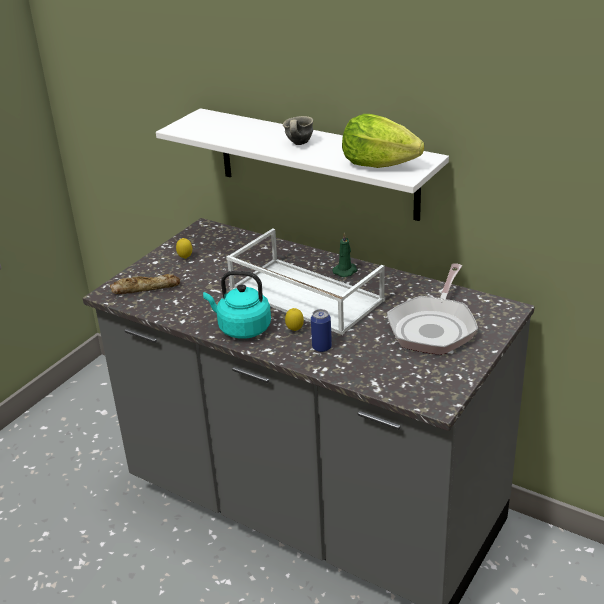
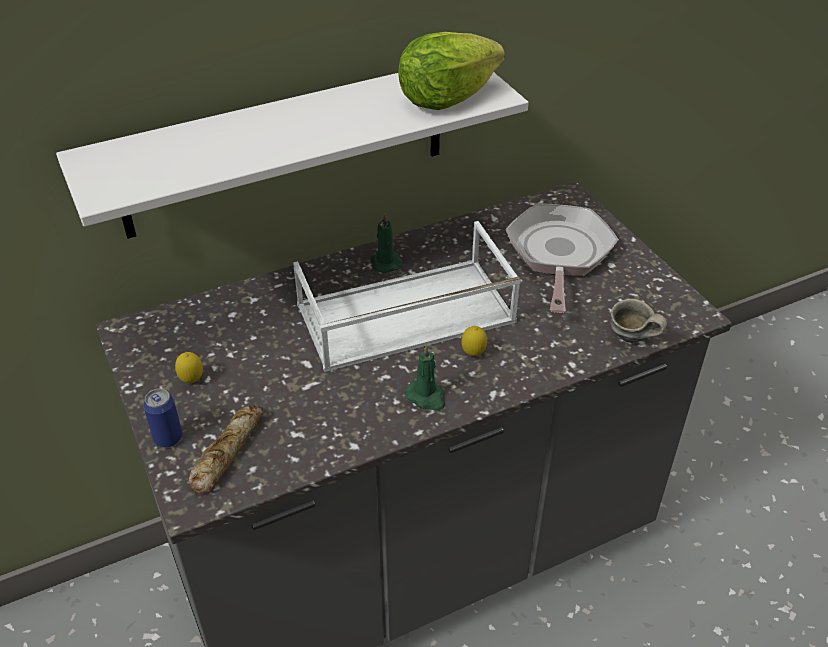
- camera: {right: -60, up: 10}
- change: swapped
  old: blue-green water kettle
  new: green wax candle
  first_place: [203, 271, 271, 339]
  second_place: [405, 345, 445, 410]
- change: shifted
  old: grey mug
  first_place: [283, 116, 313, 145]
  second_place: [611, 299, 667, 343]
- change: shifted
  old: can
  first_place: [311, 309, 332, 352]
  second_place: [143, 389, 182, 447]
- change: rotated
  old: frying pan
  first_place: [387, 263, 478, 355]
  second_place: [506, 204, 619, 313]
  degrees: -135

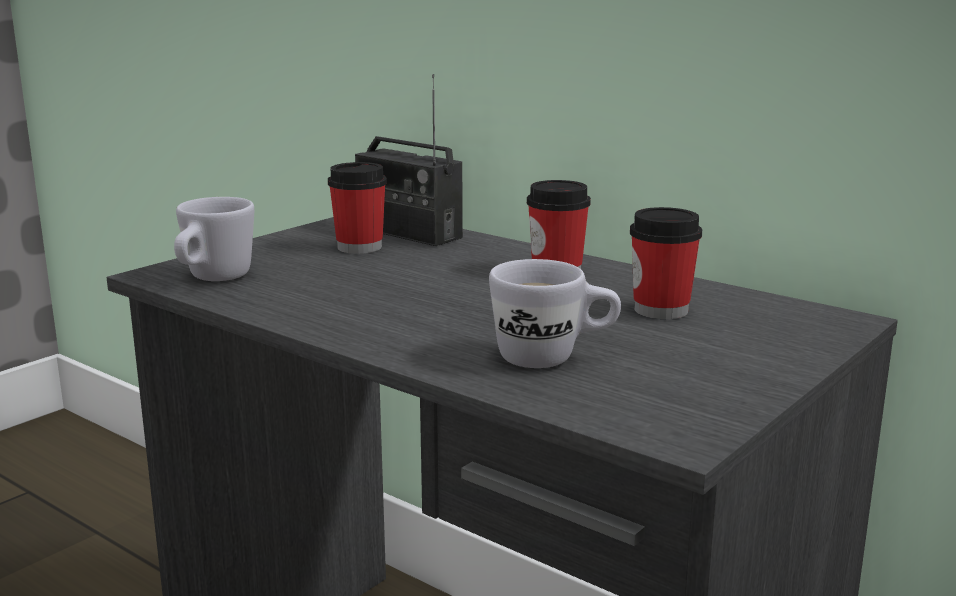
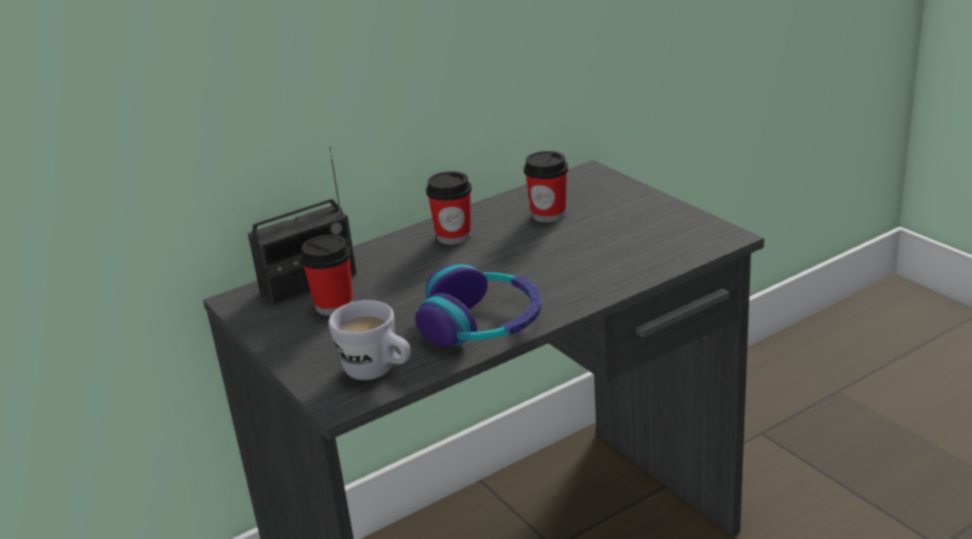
- camera: {right: -70, up: 10}
- change: gone
  old: whitish mug
  first_place: [489, 259, 621, 368]
- change: new
  new: headset
  second_place: [415, 264, 542, 347]

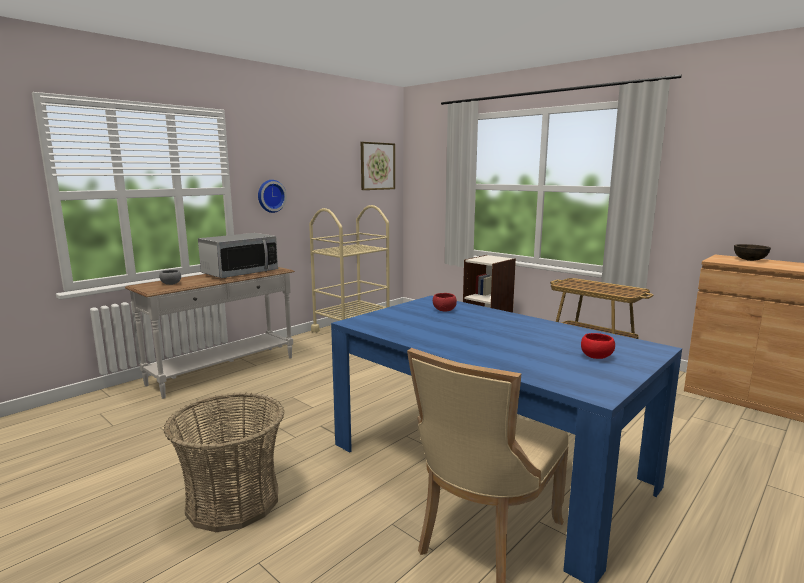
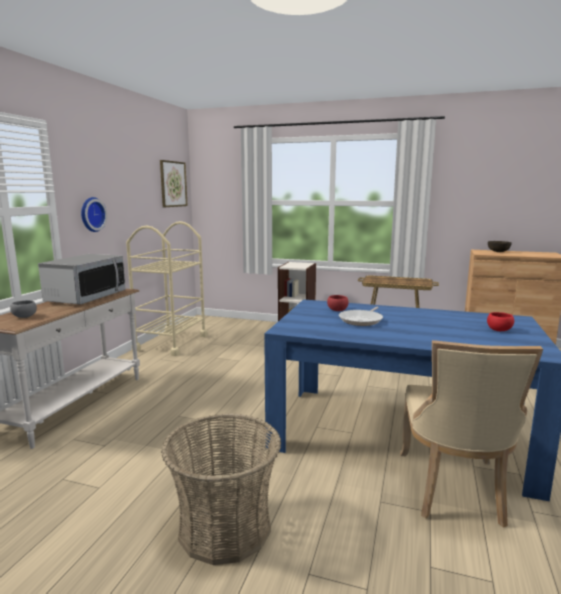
- camera: {right: -25, up: 0}
- change: new
  new: frying pan
  second_place: [339, 307, 383, 326]

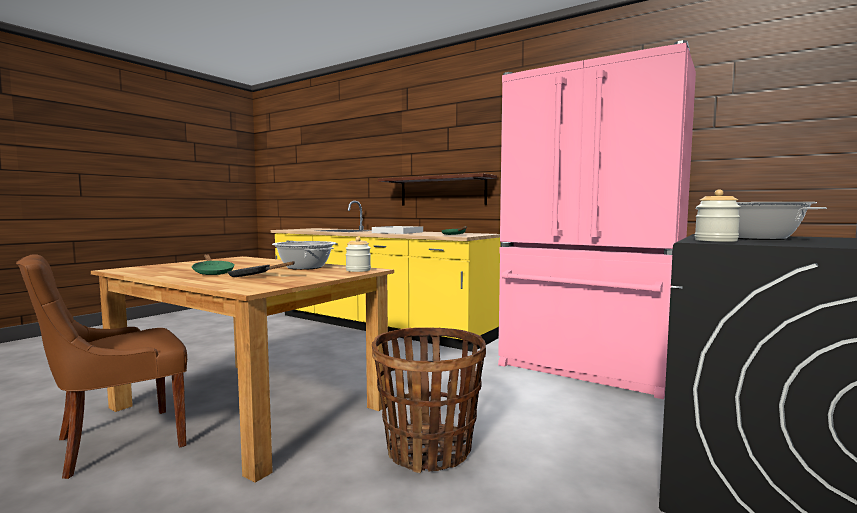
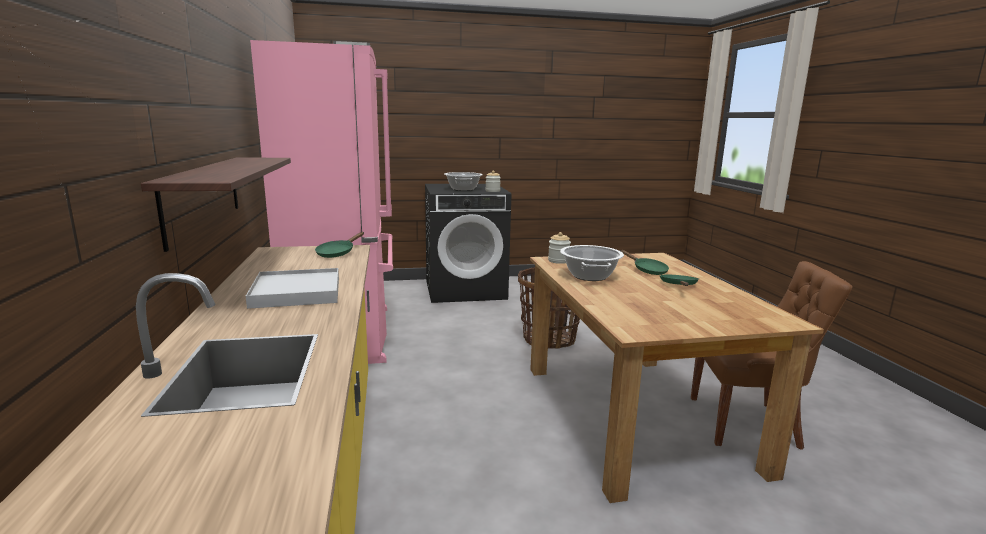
- camera: {right: -135, up: 10}
- change: repainted
  old: black-coloured frying pan
  new: green frying pan
  first_place: [228, 261, 295, 277]
  second_place: [621, 250, 669, 275]

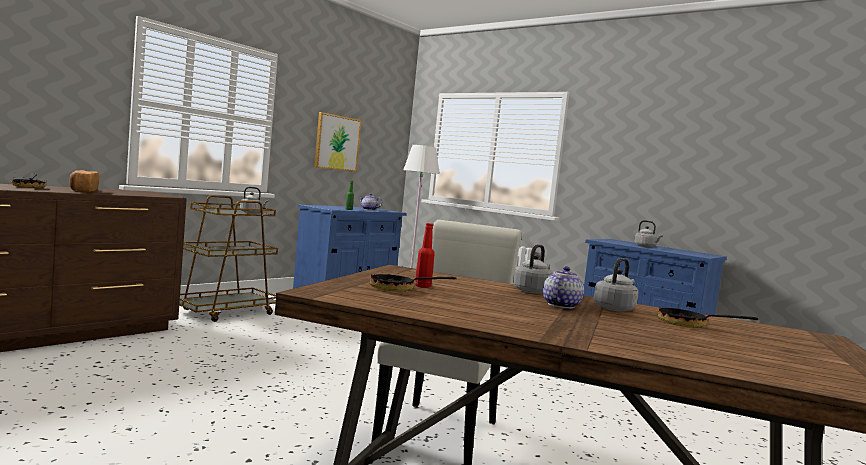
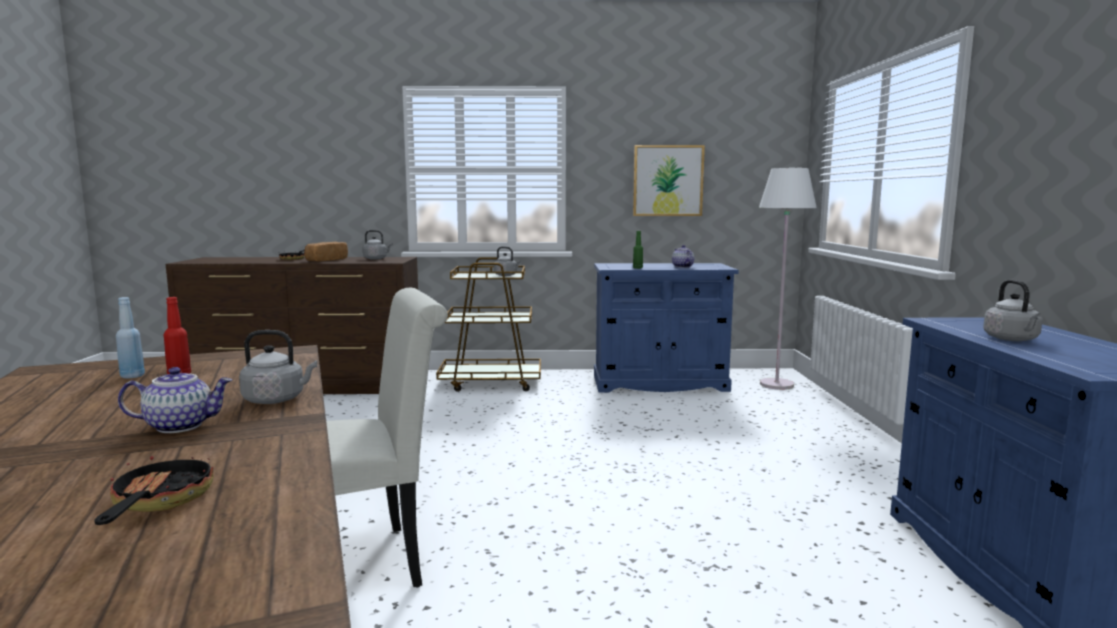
- camera: {right: 50, up: 5}
- change: swapped
  old: frying pan
  new: bluish beverage bottle
  first_place: [370, 267, 457, 292]
  second_place: [116, 297, 145, 379]
- change: shifted
  old: grey water kettle
  first_place: [594, 258, 639, 312]
  second_place: [363, 230, 392, 260]

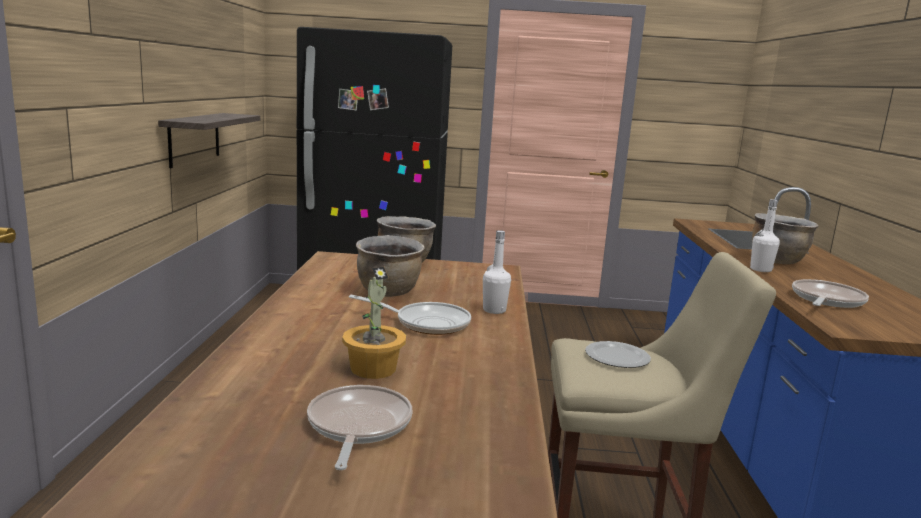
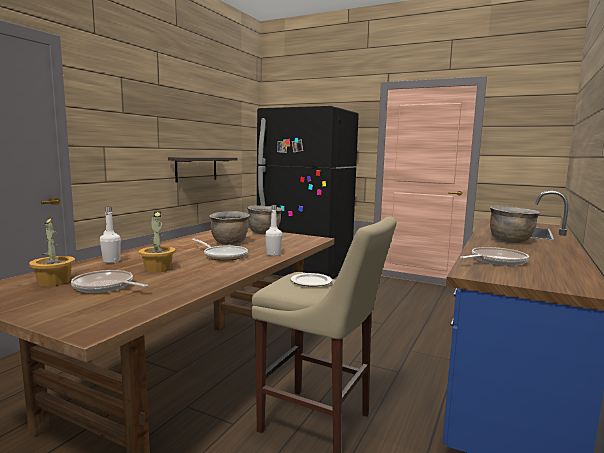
- camera: {right: 25, up: -5}
- change: rotated
  old: frying pan
  first_place: [307, 385, 412, 470]
  second_place: [71, 270, 148, 293]
  degrees: -90
- change: shifted
  old: whitish beverage bottle
  first_place: [750, 199, 780, 272]
  second_place: [100, 207, 121, 263]
- change: new
  new: plant in a pot
  second_place: [29, 217, 75, 286]

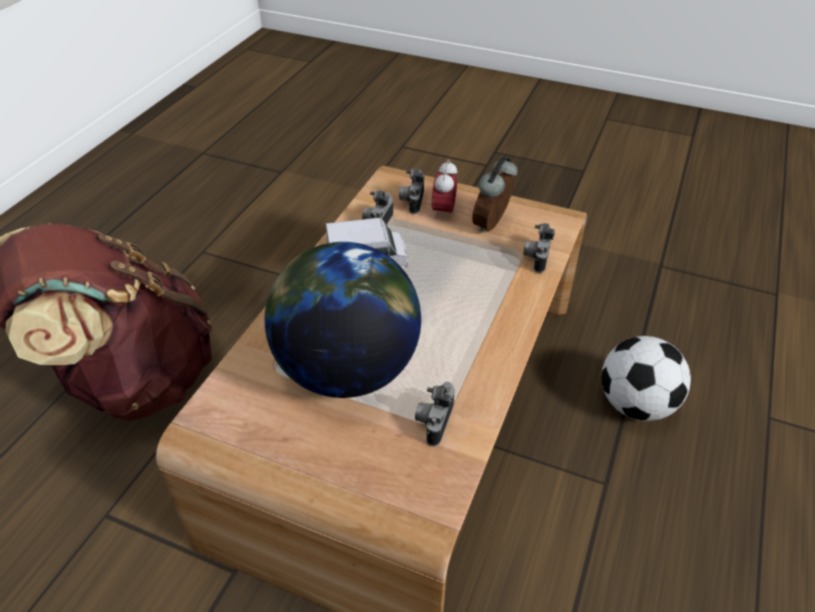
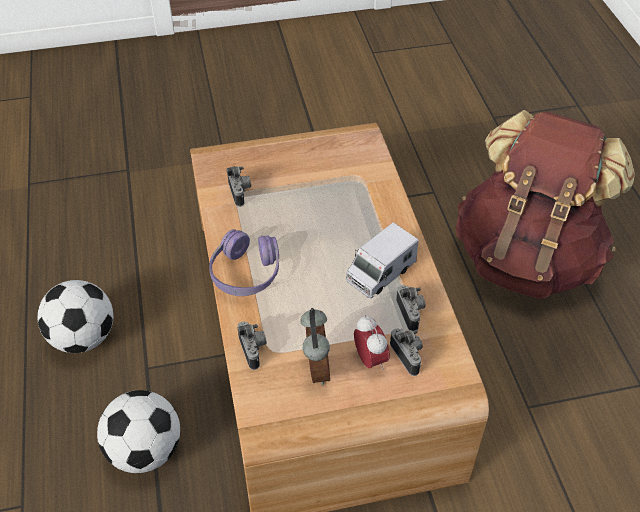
- camera: {right: 145, up: 5}
- change: gone
  old: globe
  first_place: [265, 242, 421, 398]
- change: new
  new: ball for football
  second_place: [37, 280, 113, 353]
- change: new
  new: purple headset
  second_place: [209, 229, 279, 296]

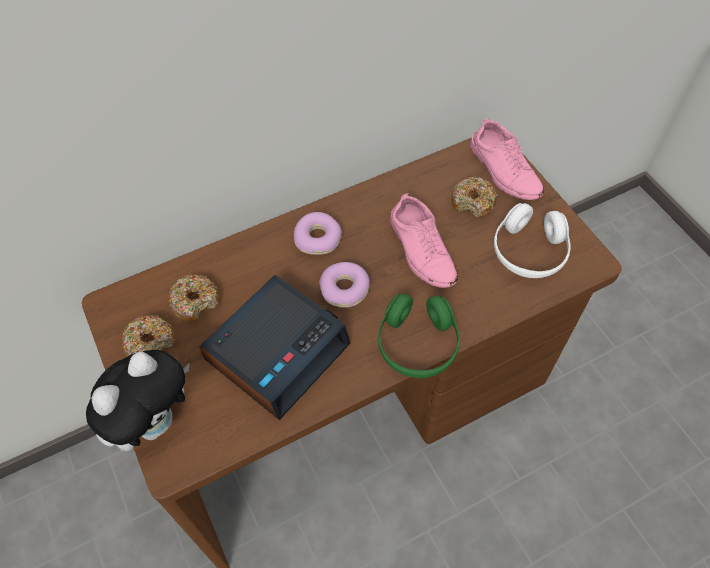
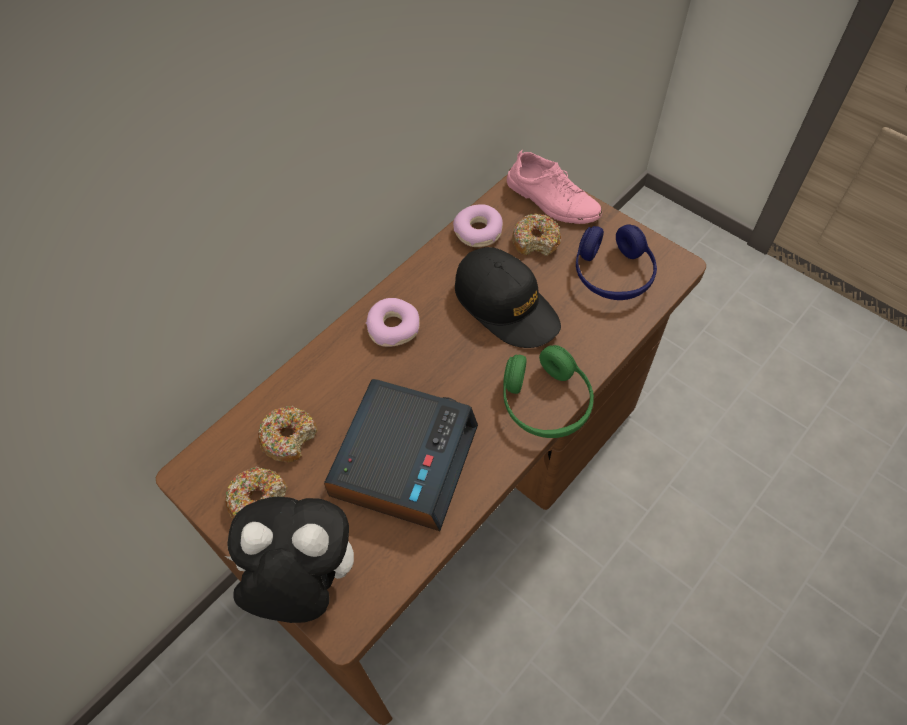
- camera: {right: -20, up: 0}
- change: rotated
  old: soft toy
  first_place: [86, 350, 189, 451]
  second_place: [224, 497, 354, 623]
  degrees: -105
- change: shifted
  old: donut
  first_place: [319, 262, 370, 308]
  second_place: [453, 204, 503, 247]
- change: swapped
  old: pink shoe
  new: black-coloured peaked cap
  first_place: [390, 193, 458, 288]
  second_place: [455, 247, 561, 348]
- change: repainted
  old: whitish headset
  new: bluish headset
  first_place: [494, 203, 571, 278]
  second_place: [576, 224, 657, 300]

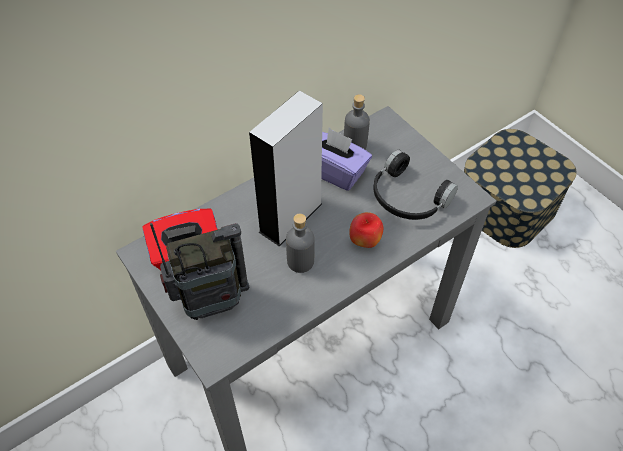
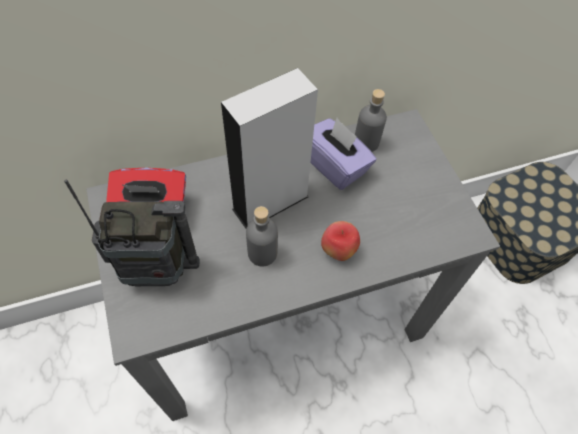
- camera: {right: 15, up: 5}
- change: gone
  old: black-coloured headset
  first_place: [373, 150, 458, 220]

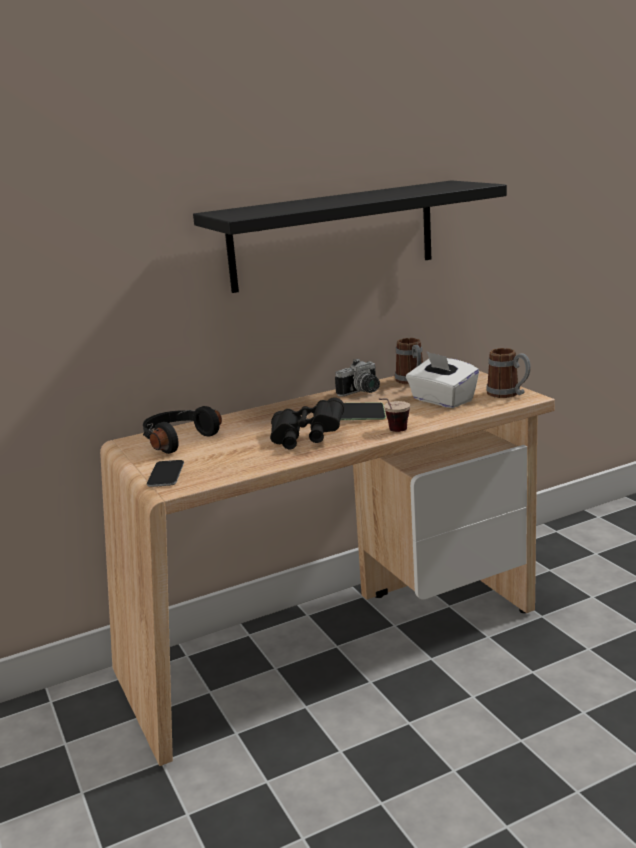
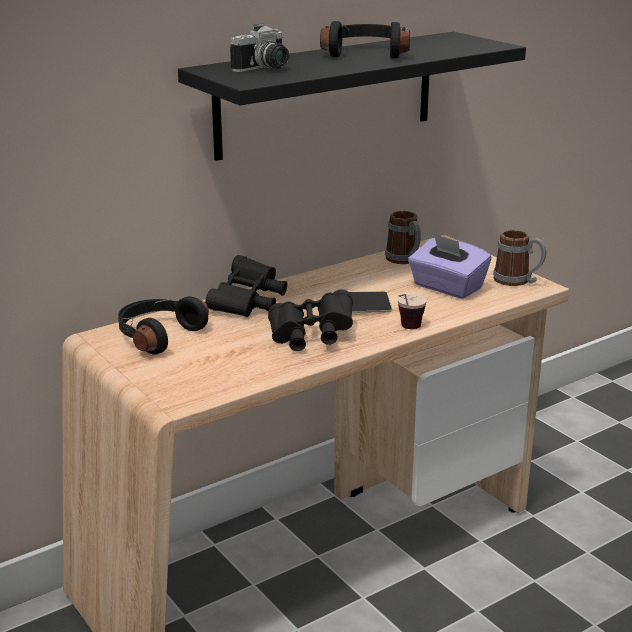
- camera: {right: -10, up: 5}
- change: gone
  old: phone
  first_place: [147, 460, 184, 487]
- change: shifted
  old: still camera
  first_place: [335, 359, 380, 396]
  second_place: [230, 23, 289, 72]
- change: repainted
  old: whitish box of tissues
  new: purple box of tissues
  first_place: [406, 351, 479, 408]
  second_place: [408, 234, 492, 299]
- change: new
  new: black-coloured pair of binoculars
  second_place: [205, 255, 287, 317]
- change: new
  new: black-coloured headset
  second_place: [320, 21, 410, 59]

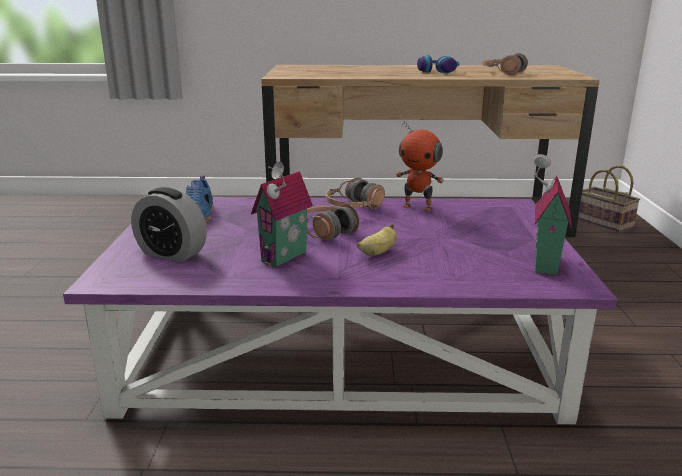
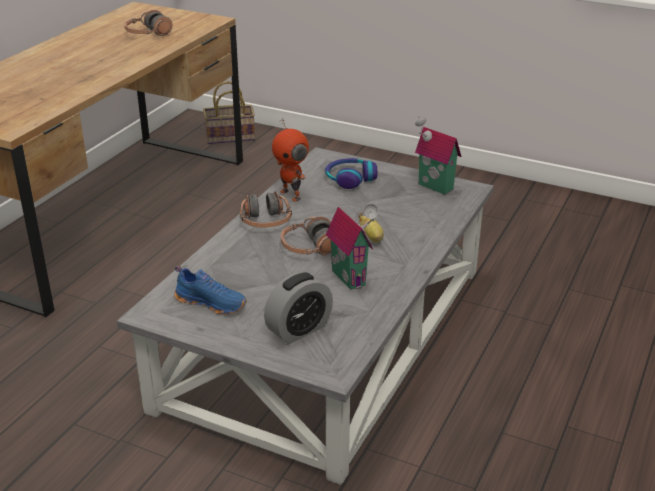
- camera: {right: -65, up: 10}
- change: repainted
  old: purple coffee table
  new: grey coffee table
  first_place: [63, 197, 617, 424]
  second_place: [117, 147, 494, 485]
- change: rotated
  old: robot figure
  first_place: [396, 121, 444, 211]
  second_place: [272, 119, 309, 202]
  degrees: 90
- change: shifted
  old: headset
  first_place: [417, 55, 460, 73]
  second_place: [325, 158, 378, 189]

